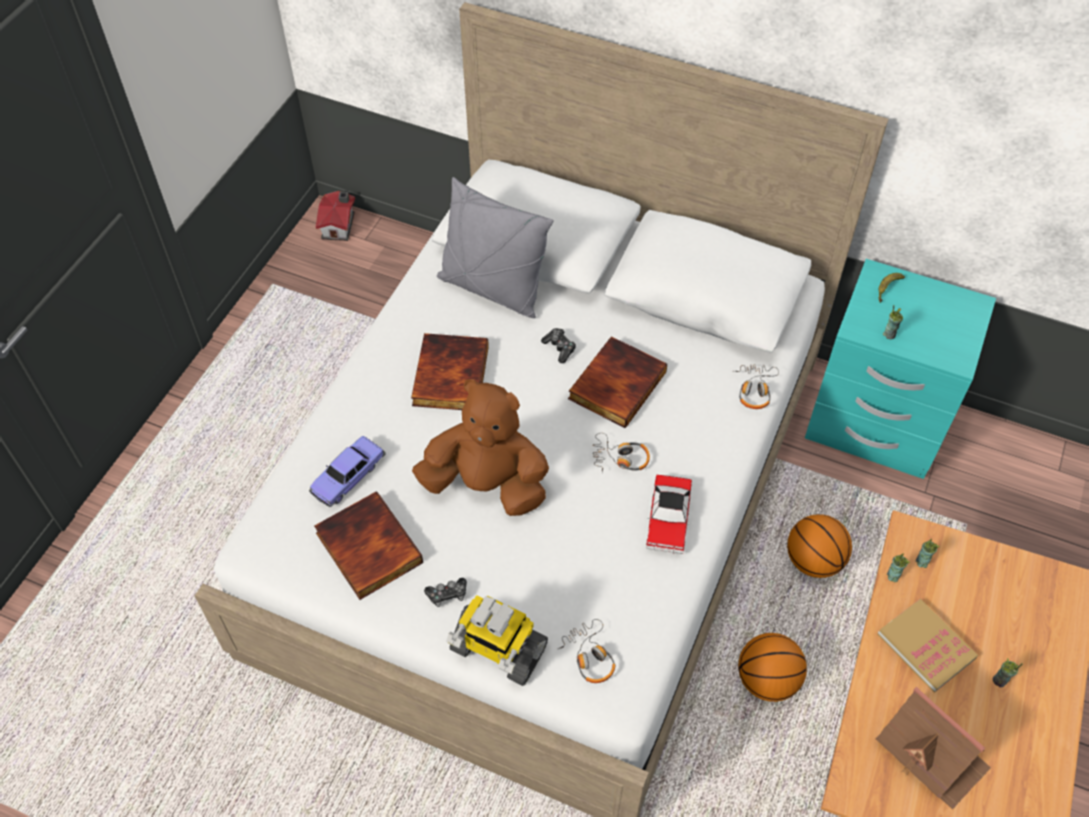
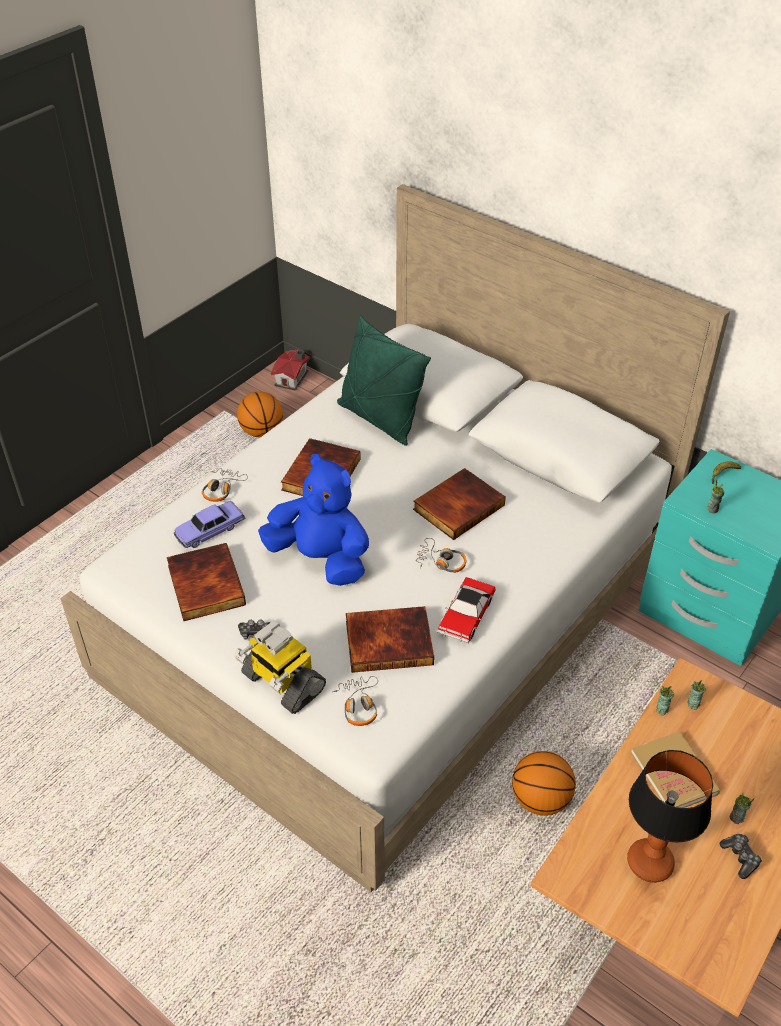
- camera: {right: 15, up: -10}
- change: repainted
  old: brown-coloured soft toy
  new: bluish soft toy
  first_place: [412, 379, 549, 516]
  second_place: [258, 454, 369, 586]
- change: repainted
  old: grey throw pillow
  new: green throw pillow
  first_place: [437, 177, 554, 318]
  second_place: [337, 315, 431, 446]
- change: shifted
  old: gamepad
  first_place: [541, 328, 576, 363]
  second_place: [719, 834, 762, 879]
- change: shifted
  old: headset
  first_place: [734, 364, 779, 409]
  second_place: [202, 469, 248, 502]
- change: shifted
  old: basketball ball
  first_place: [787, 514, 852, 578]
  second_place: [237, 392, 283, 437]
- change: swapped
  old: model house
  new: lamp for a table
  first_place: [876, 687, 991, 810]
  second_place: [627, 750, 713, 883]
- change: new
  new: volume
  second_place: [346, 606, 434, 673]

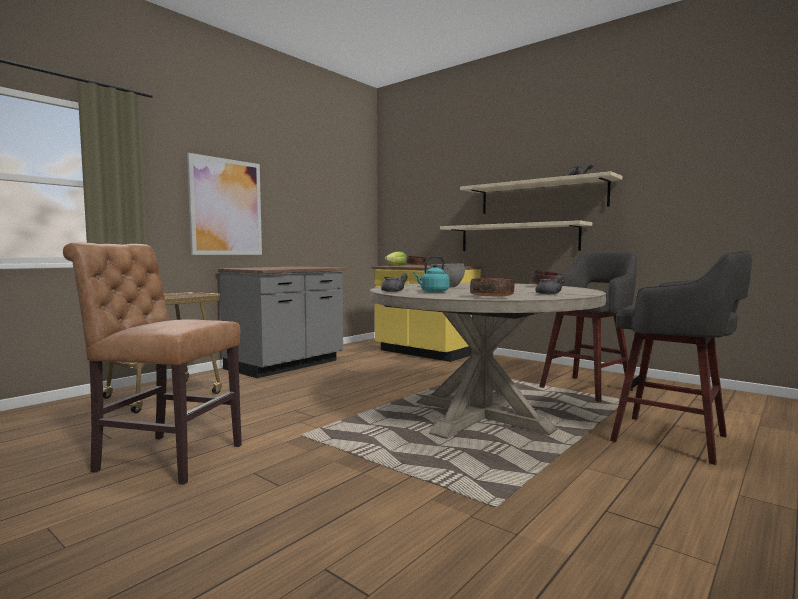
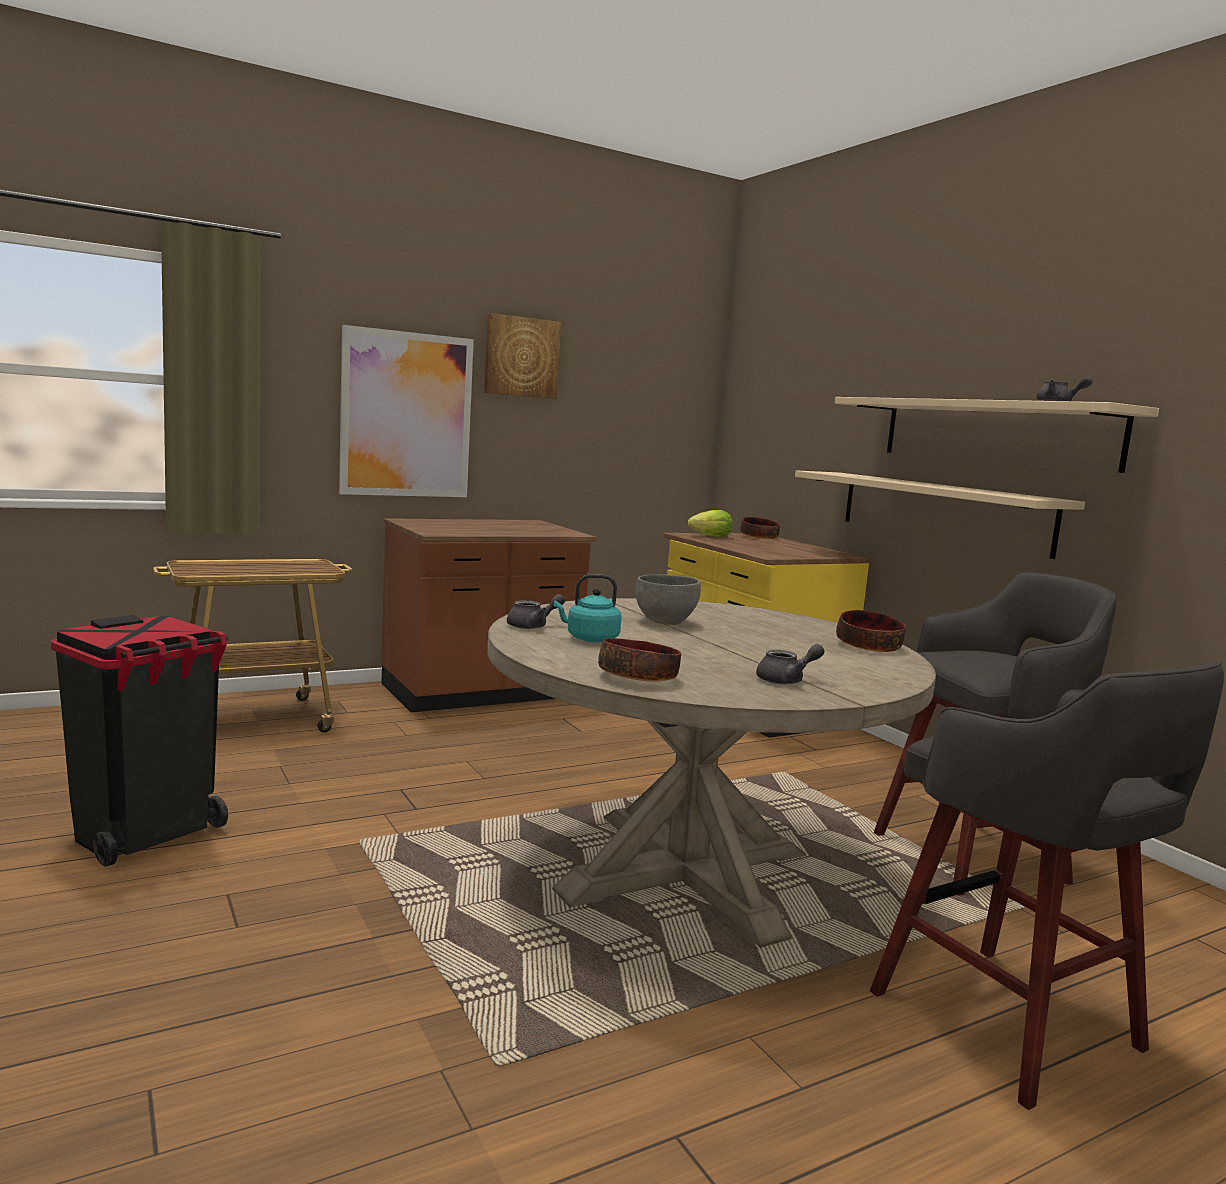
- camera: {right: 20, up: 5}
- change: swapped
  old: brown-coloured upright chair
  new: black-coloured trash can
  first_place: [63, 243, 242, 485]
  second_place: [51, 615, 228, 867]
- change: repainted
  old: grey counter
  new: brown-coloured counter
  first_place: [218, 266, 346, 378]
  second_place: [381, 518, 596, 712]
- change: new
  new: picture
  second_place: [484, 313, 561, 399]

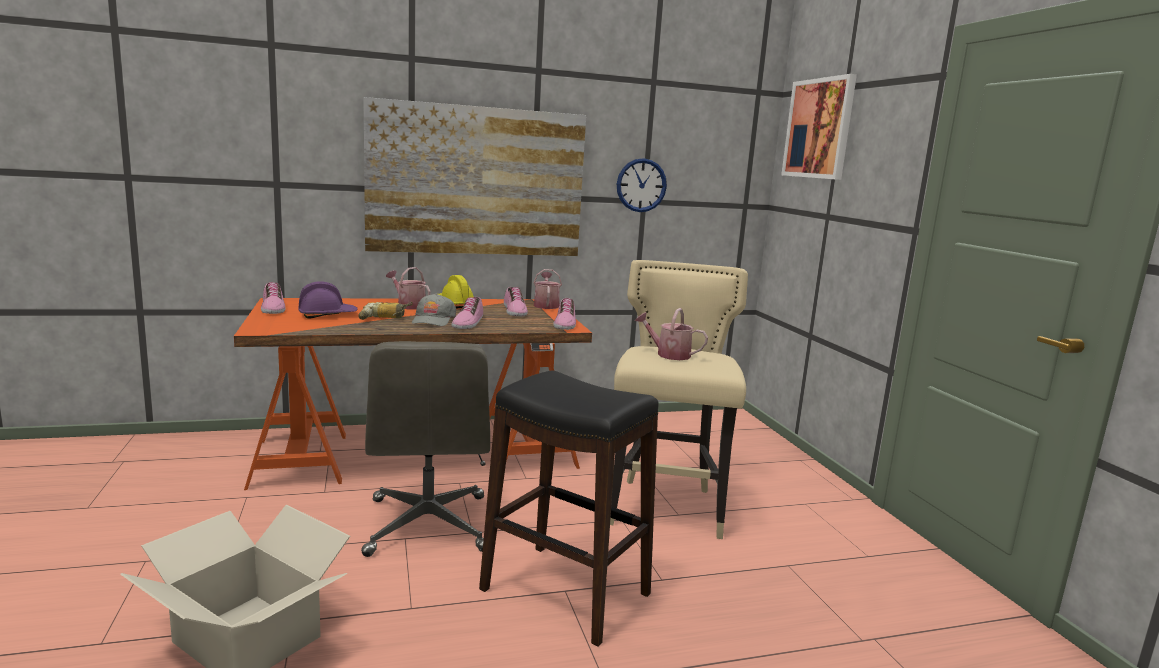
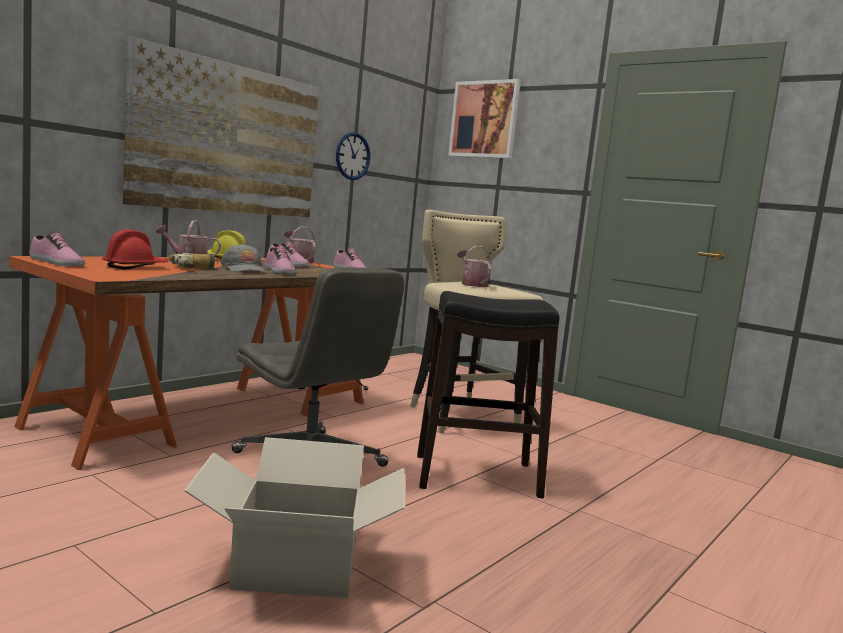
- camera: {right: -35, up: -5}
- change: repainted
  old: purple hard hat
  new: reddish hard hat
  first_place: [298, 281, 358, 319]
  second_place: [102, 230, 168, 270]
- change: rotated
  old: watering can
  first_place: [635, 308, 708, 360]
  second_place: [458, 246, 491, 287]
  degrees: 75

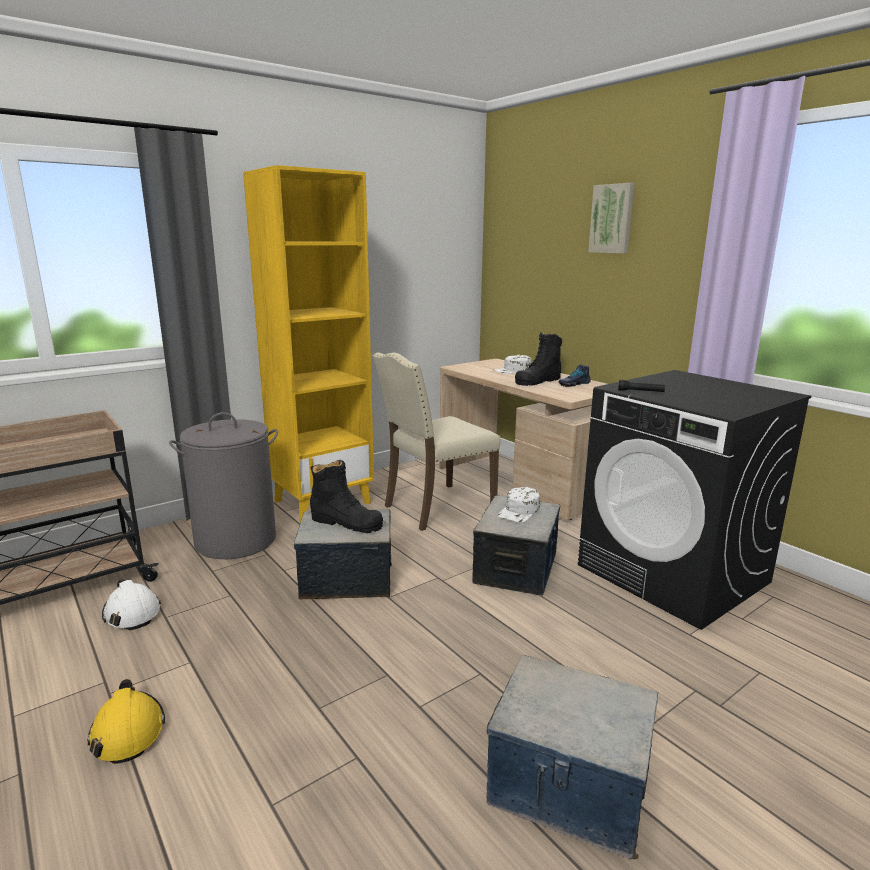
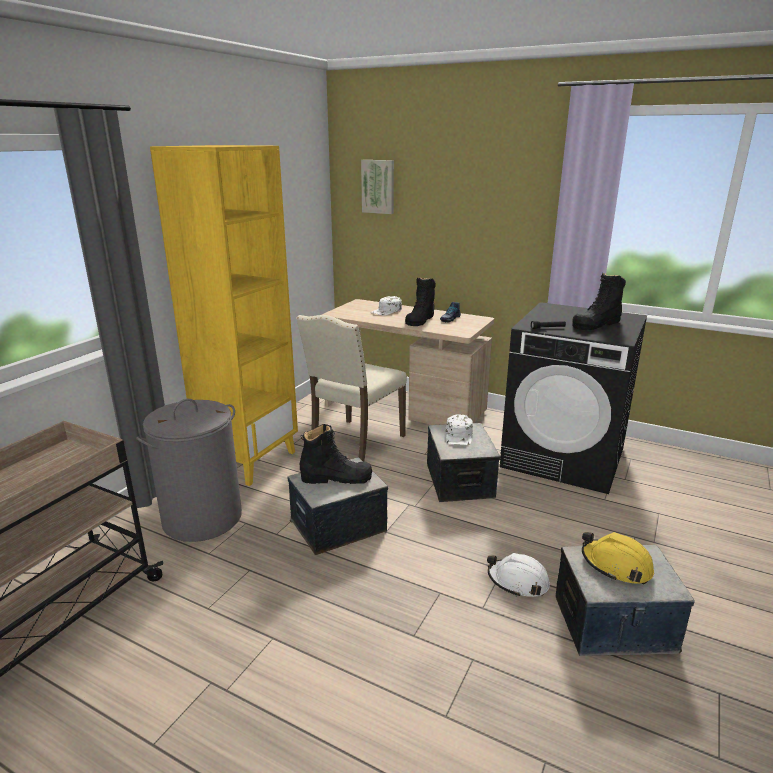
- camera: {right: -25, up: 5}
- change: shifted
  old: yellow hard hat
  first_place: [87, 679, 165, 764]
  second_place: [582, 532, 654, 584]
- change: shifted
  old: whitish hard hat
  first_place: [102, 579, 161, 630]
  second_place: [487, 553, 550, 597]
- change: shifted
  old: picture
  first_place: [588, 183, 635, 253]
  second_place: [361, 160, 394, 214]
- change: new
  new: black-coloured high-top boot
  second_place: [572, 273, 626, 330]

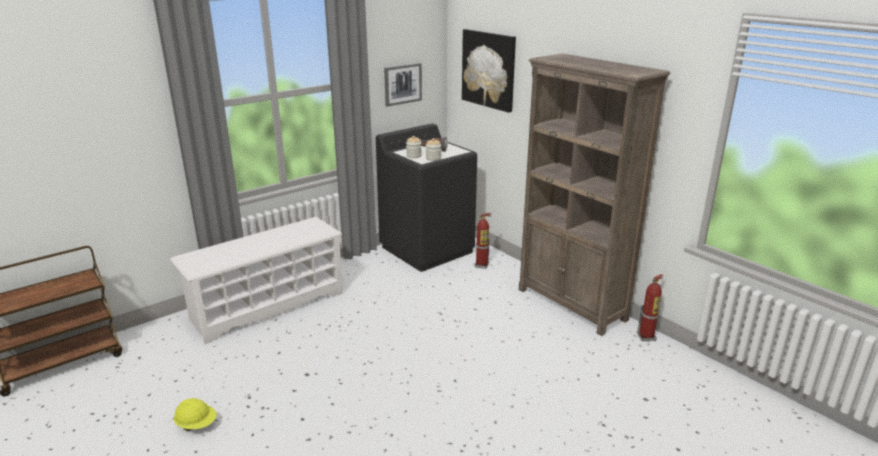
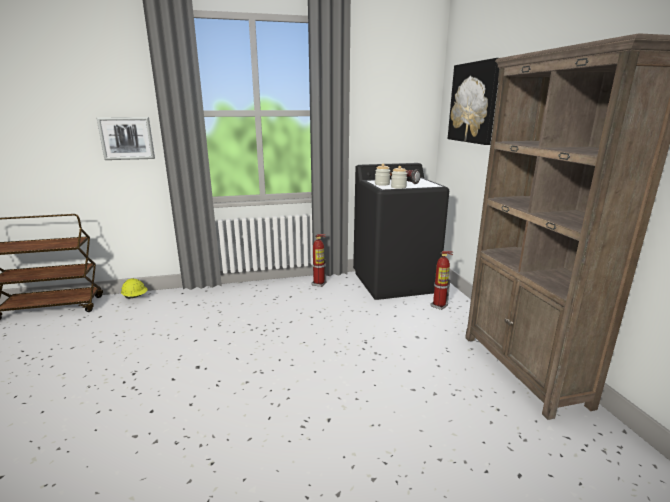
- camera: {right: 25, up: -5}
- change: gone
  old: whitish shoe rack
  first_place: [170, 217, 343, 344]
- change: shifted
  old: yellow hard hat
  first_place: [174, 398, 217, 431]
  second_place: [121, 278, 147, 299]
- change: shifted
  old: picture
  first_place: [384, 63, 422, 107]
  second_place: [97, 117, 155, 160]
- change: shifted
  old: fire extinguisher
  first_place: [637, 274, 664, 341]
  second_place: [312, 234, 326, 287]

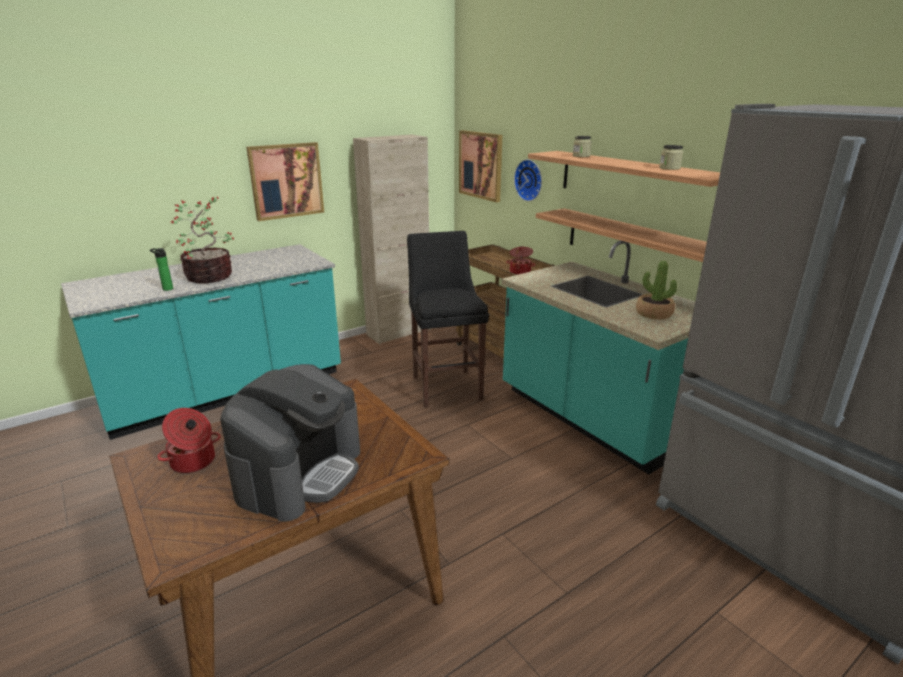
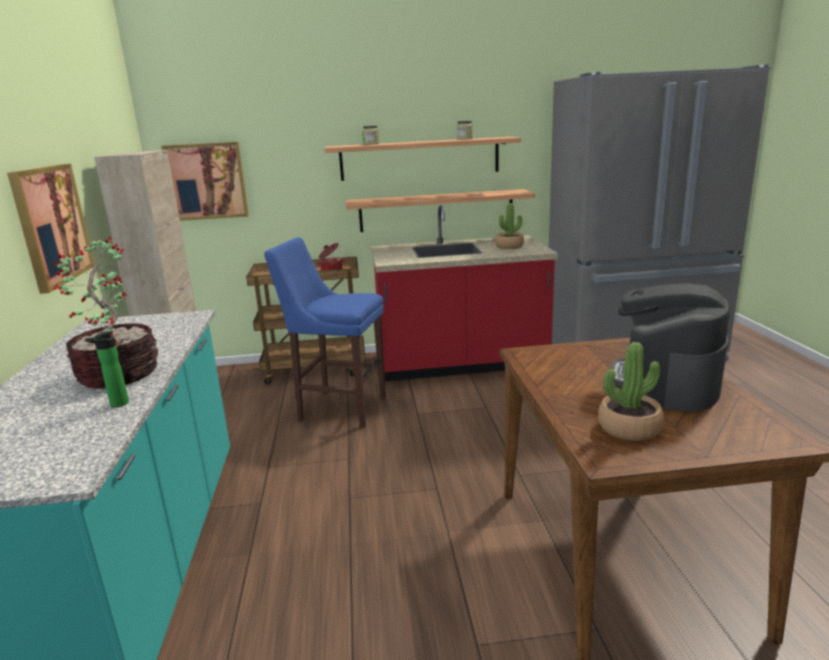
- camera: {right: -60, up: -5}
- change: swapped
  old: stockpot
  new: plant in a pot
  first_place: [157, 408, 221, 473]
  second_place: [598, 342, 664, 441]
- change: rotated
  old: coffee brewer
  first_place: [220, 364, 360, 522]
  second_place: [611, 283, 730, 412]
  degrees: -120
- change: repainted
  old: black-coloured sitting stool
  new: bluish sitting stool
  first_place: [407, 231, 489, 407]
  second_place: [264, 237, 386, 428]
- change: repainted
  old: blue-green counter
  new: reddish counter
  first_place: [501, 240, 695, 474]
  second_place: [371, 205, 558, 381]
- change: gone
  old: hanging clock
  first_place: [514, 159, 542, 201]

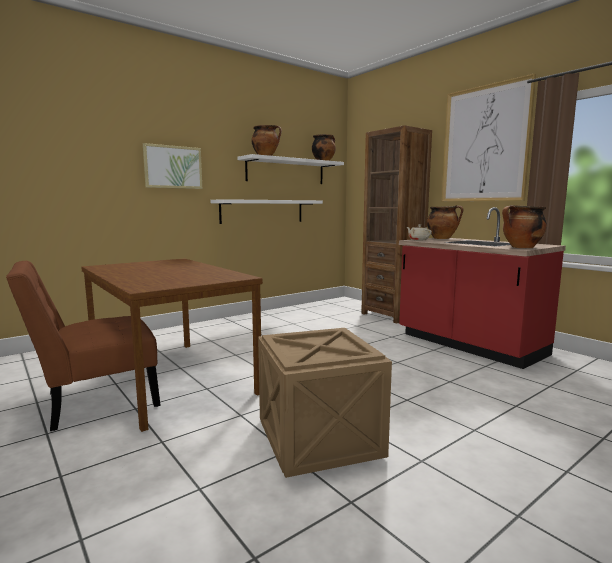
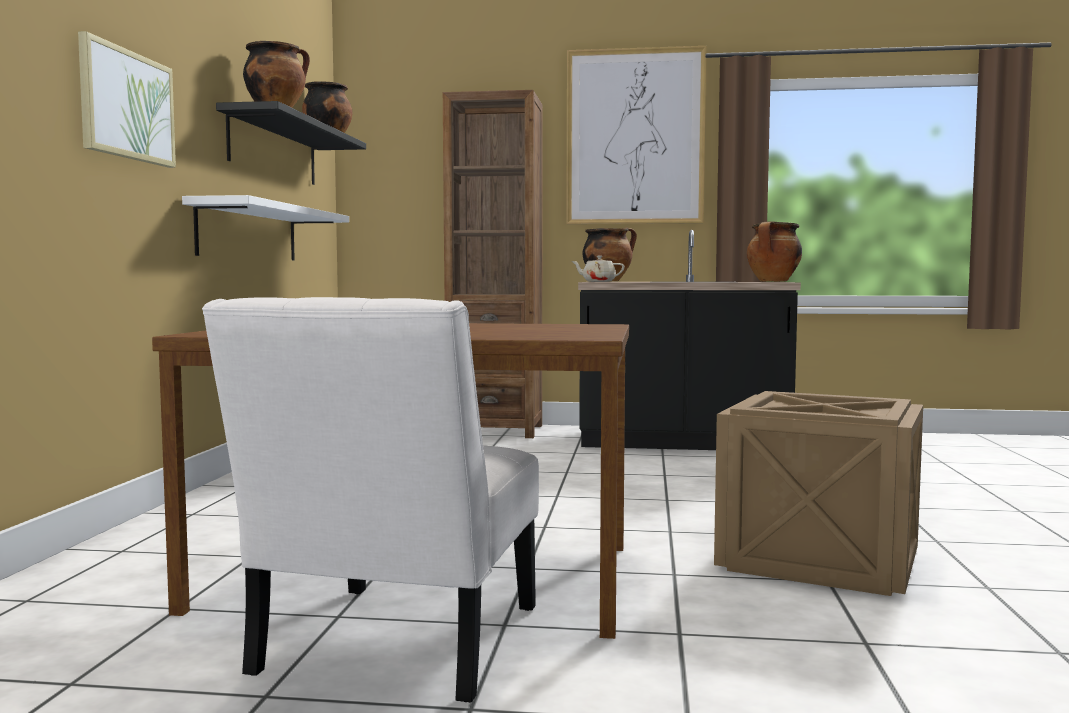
- camera: {right: -45, up: -5}
- change: repainted
  old: brown-coloured upright chair
  new: whitish upright chair
  first_place: [6, 261, 161, 431]
  second_place: [202, 297, 539, 702]
- change: repainted
  old: whitish wall shelf
  new: black-coloured wall shelf
  first_place: [237, 154, 344, 184]
  second_place: [216, 101, 366, 185]
- change: repainted
  old: reddish counter
  new: black-coloured counter
  first_place: [399, 207, 566, 369]
  second_place: [578, 230, 801, 450]

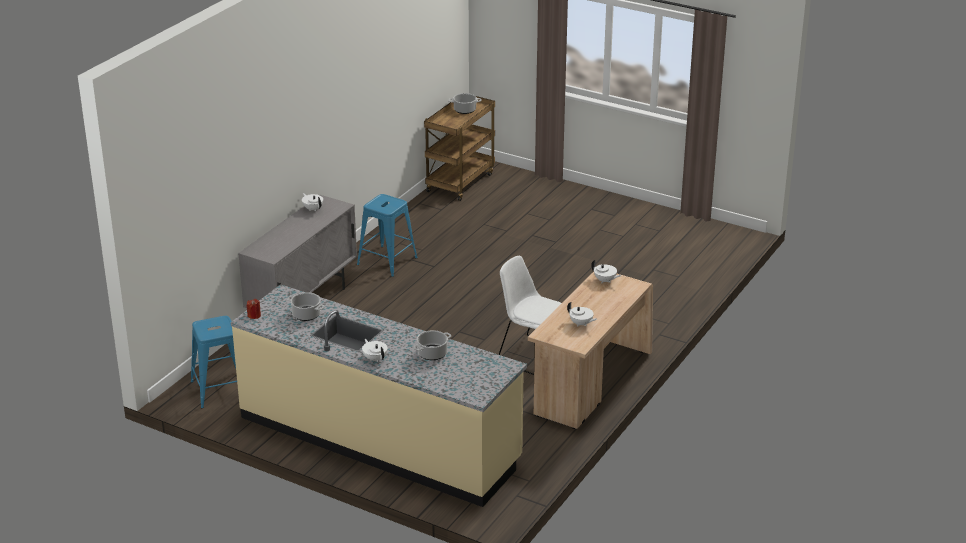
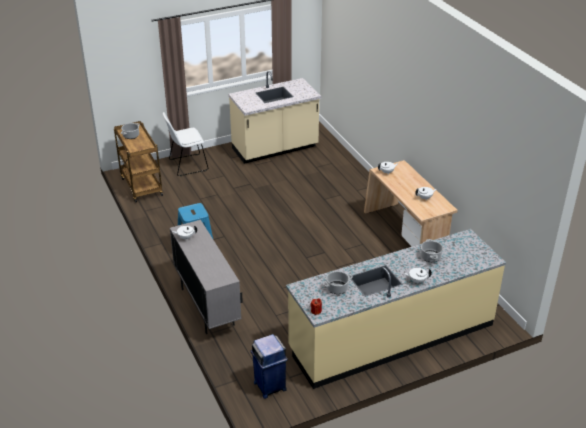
- camera: {right: -55, up: 5}
- change: swapped
  old: bluish sitting stool
  new: bluish trash can
  first_place: [191, 316, 237, 408]
  second_place: [251, 334, 288, 399]
- change: shifted
  old: whitish upright chair
  first_place: [498, 256, 561, 375]
  second_place: [163, 112, 208, 176]
- change: new
  new: beige counter
  second_place: [228, 71, 321, 164]

